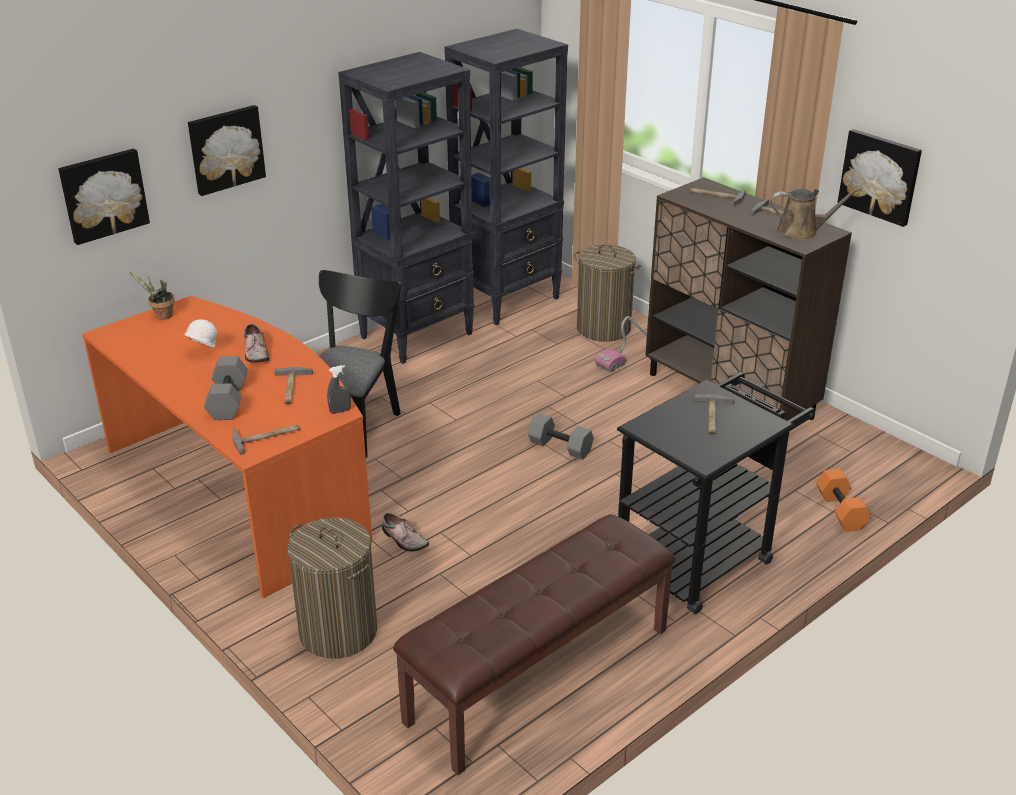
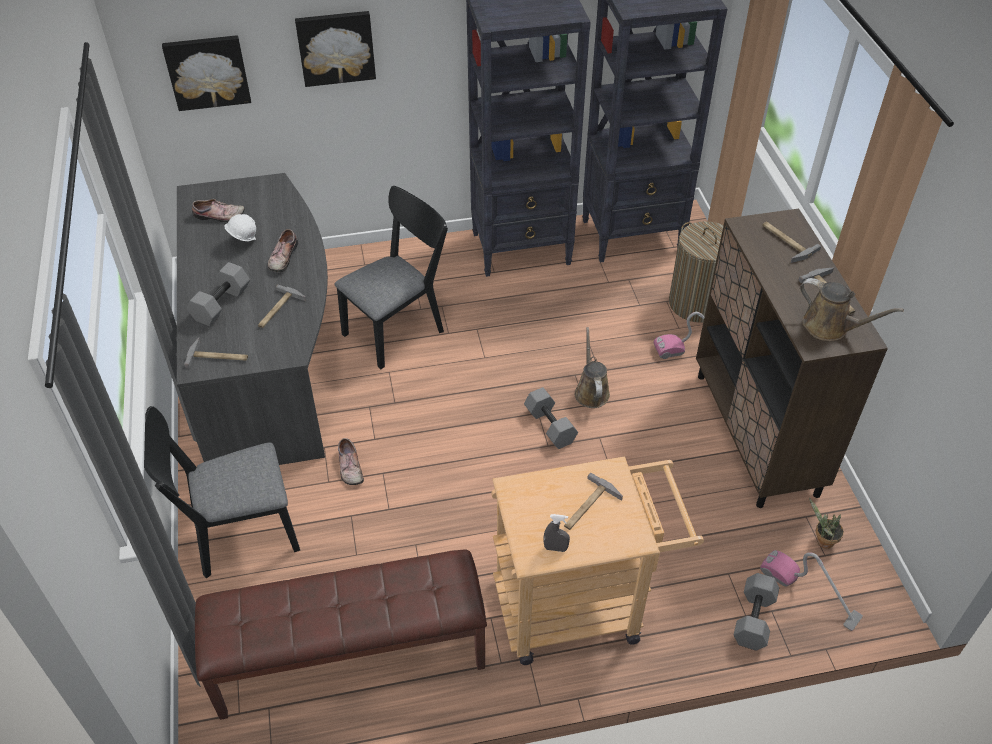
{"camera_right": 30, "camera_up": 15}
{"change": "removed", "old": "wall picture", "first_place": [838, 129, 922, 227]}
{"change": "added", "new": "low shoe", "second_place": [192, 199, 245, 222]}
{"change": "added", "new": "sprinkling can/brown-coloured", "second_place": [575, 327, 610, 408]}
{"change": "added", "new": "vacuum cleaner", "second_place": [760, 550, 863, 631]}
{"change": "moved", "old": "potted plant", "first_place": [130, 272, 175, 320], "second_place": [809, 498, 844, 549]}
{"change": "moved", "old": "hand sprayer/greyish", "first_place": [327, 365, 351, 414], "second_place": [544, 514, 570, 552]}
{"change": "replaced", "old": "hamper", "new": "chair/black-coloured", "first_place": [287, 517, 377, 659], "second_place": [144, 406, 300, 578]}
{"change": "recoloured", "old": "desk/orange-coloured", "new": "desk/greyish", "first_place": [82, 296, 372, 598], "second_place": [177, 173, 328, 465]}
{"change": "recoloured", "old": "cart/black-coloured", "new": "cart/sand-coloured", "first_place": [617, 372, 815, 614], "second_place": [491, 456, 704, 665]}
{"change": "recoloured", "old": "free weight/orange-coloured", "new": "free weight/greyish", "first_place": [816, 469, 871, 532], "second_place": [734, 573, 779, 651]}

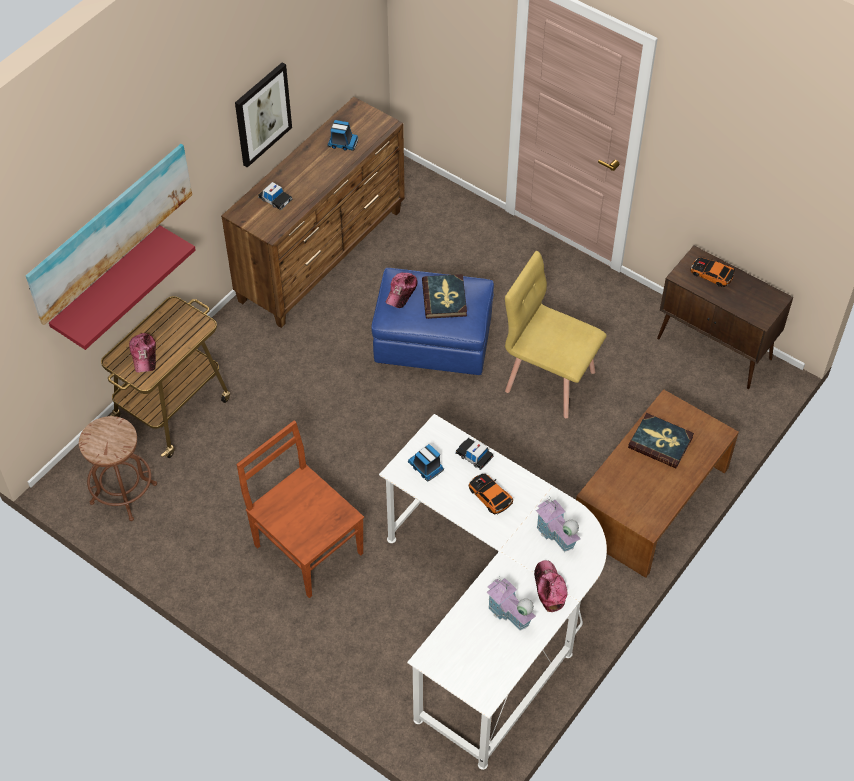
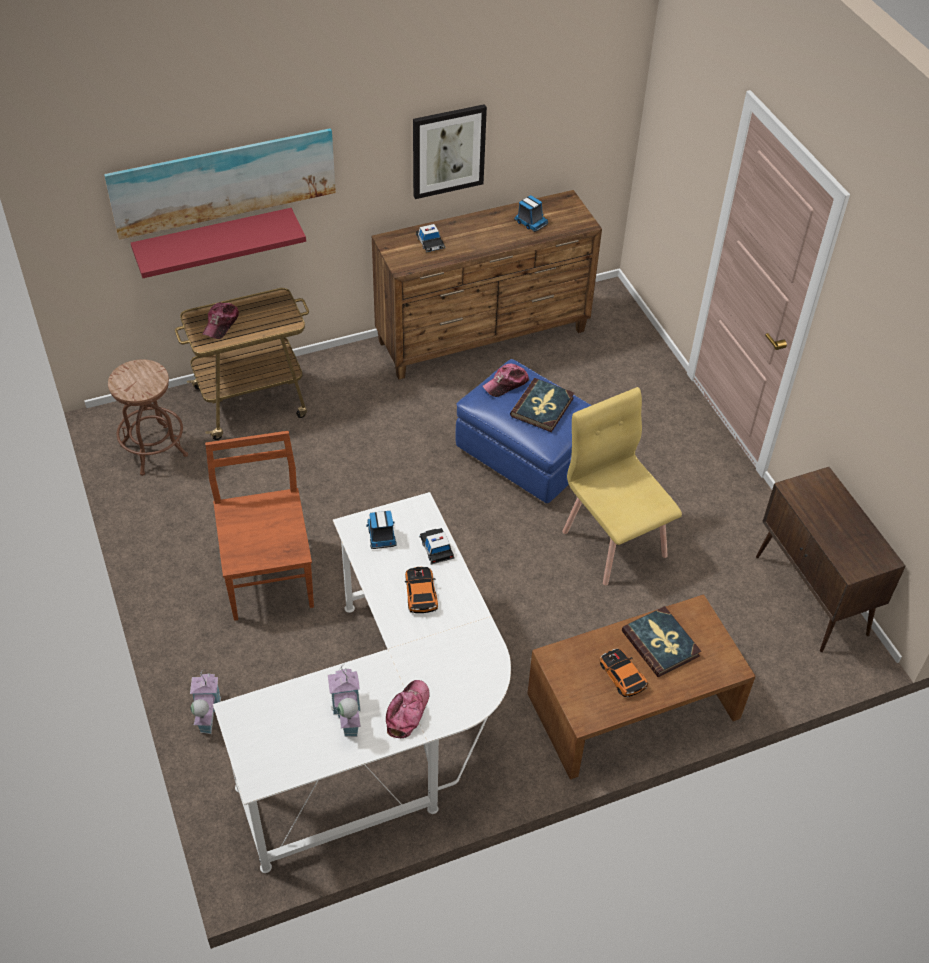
{"camera_right": 30, "camera_up": -5}
{"change": "moved", "old": "model house", "first_place": [536, 497, 581, 552], "second_place": [190, 671, 221, 734]}
{"change": "moved", "old": "miniature car", "first_place": [690, 258, 735, 287], "second_place": [600, 649, 648, 697]}

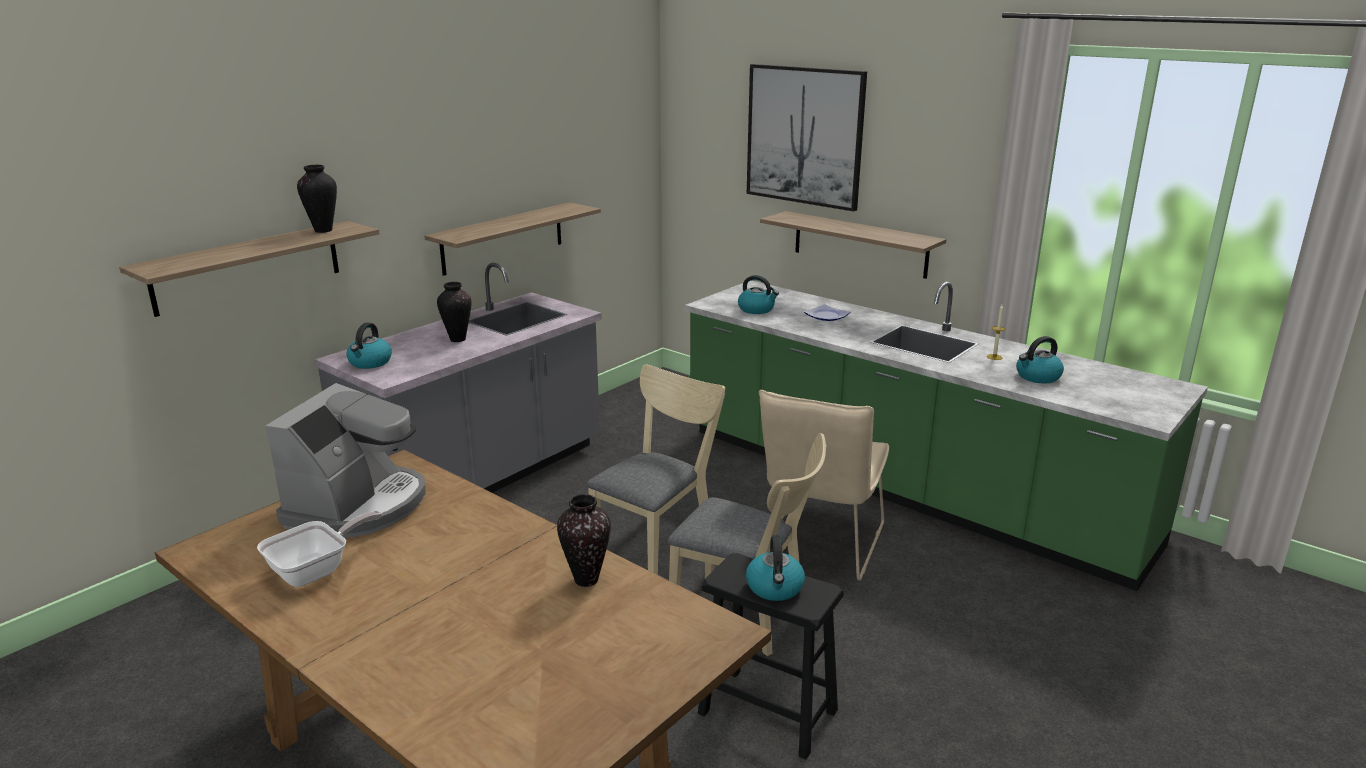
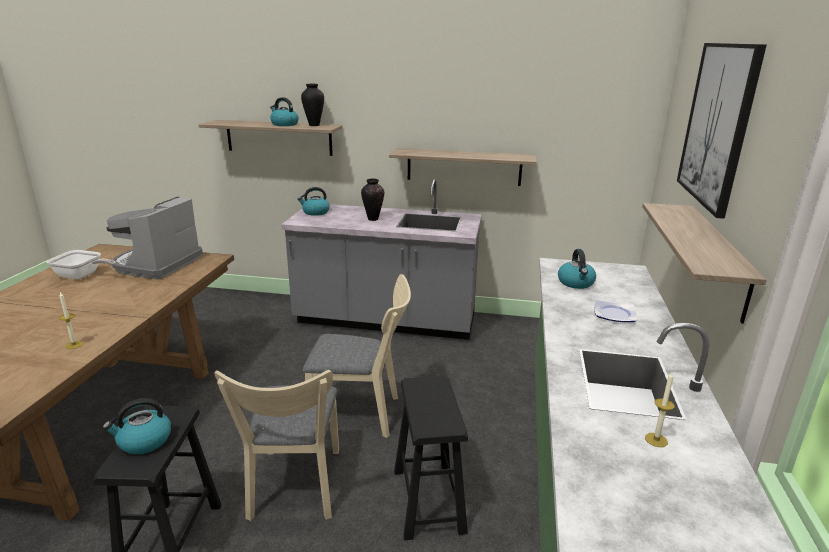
{"camera_right": 60, "camera_up": 0}
{"change": "moved", "old": "water kettle", "first_place": [1016, 336, 1064, 384], "second_place": [270, 97, 299, 126]}
{"change": "replaced", "old": "vase", "new": "wax candle", "first_place": [557, 494, 611, 587], "second_place": [59, 292, 83, 349]}
{"change": "replaced", "old": "chair/sand-coloured", "new": "stool seat/black-coloured", "first_place": [759, 390, 889, 581], "second_place": [394, 376, 468, 540]}
{"change": "turned", "old": "coffee maker", "first_place": [265, 383, 426, 538], "second_place": [106, 196, 203, 280], "degrees": 120}

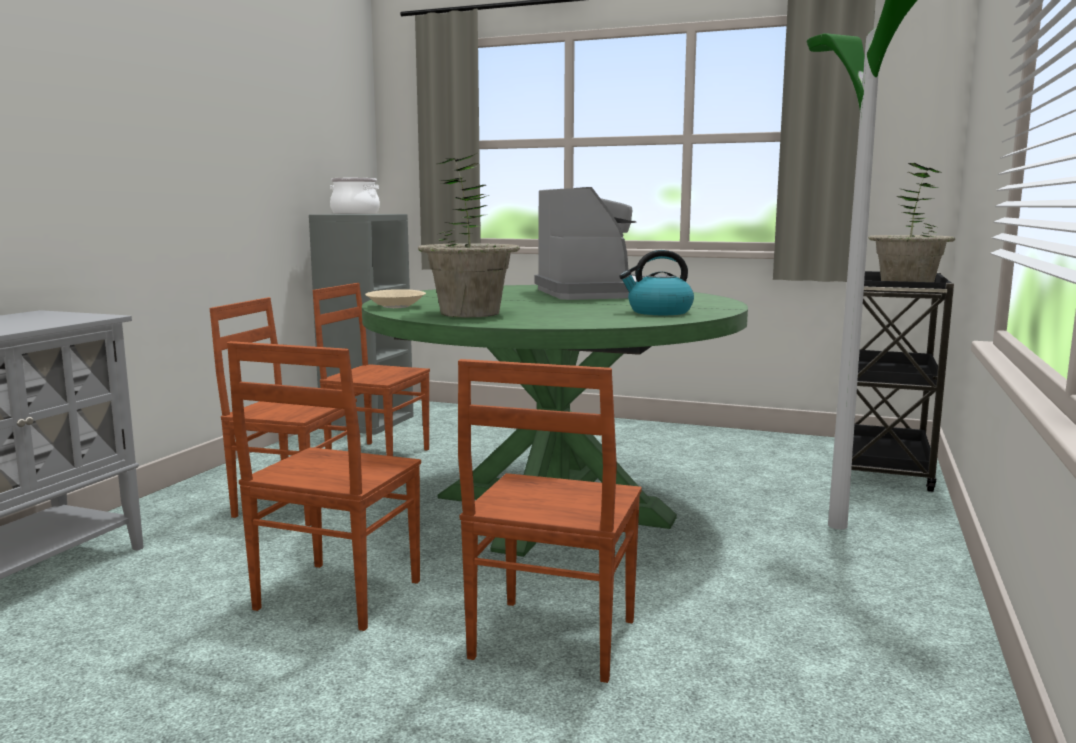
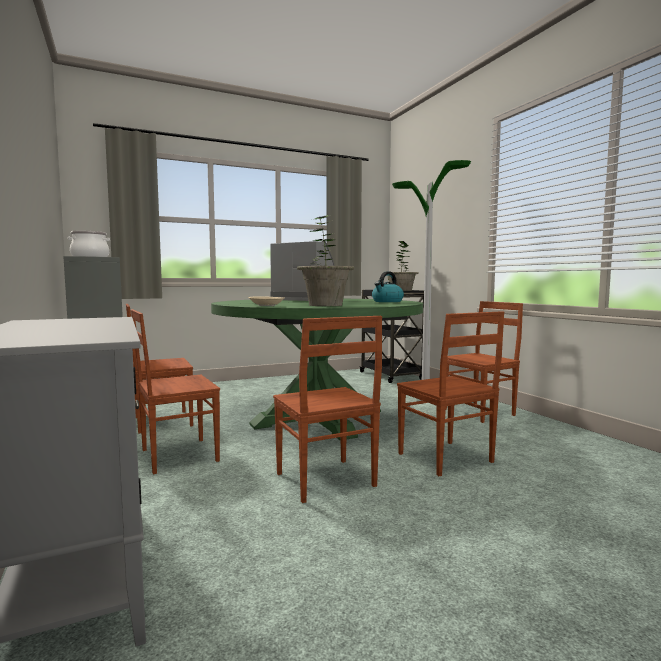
{"camera_right": -45, "camera_up": -5}
{"change": "added", "new": "chair/brown-coloured", "second_place": [446, 301, 523, 423]}

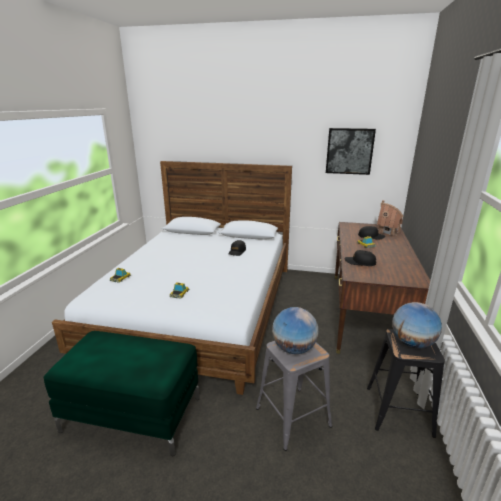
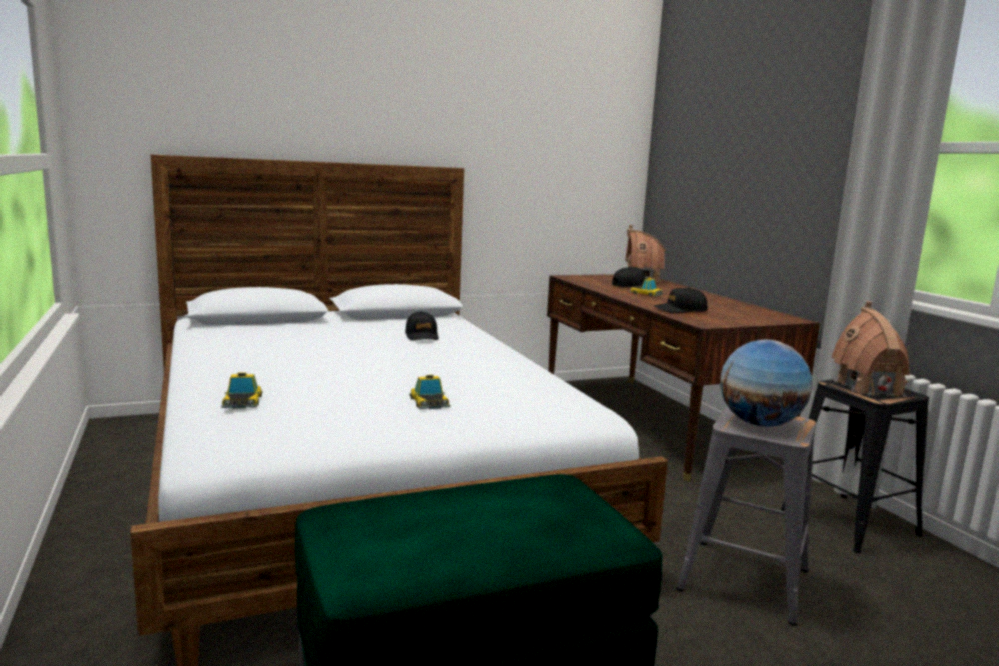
{"camera_right": -35, "camera_up": -10}
{"change": "removed", "old": "wall picture", "first_place": [326, 128, 376, 175]}
{"change": "replaced", "old": "desk globe", "new": "model house", "first_place": [392, 302, 442, 348], "second_place": [832, 301, 910, 397]}

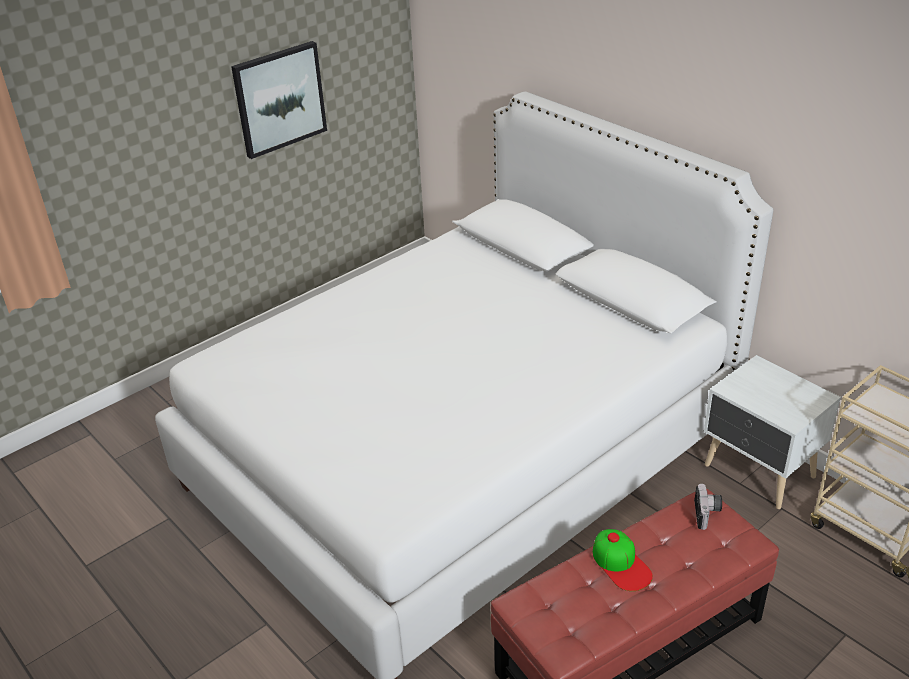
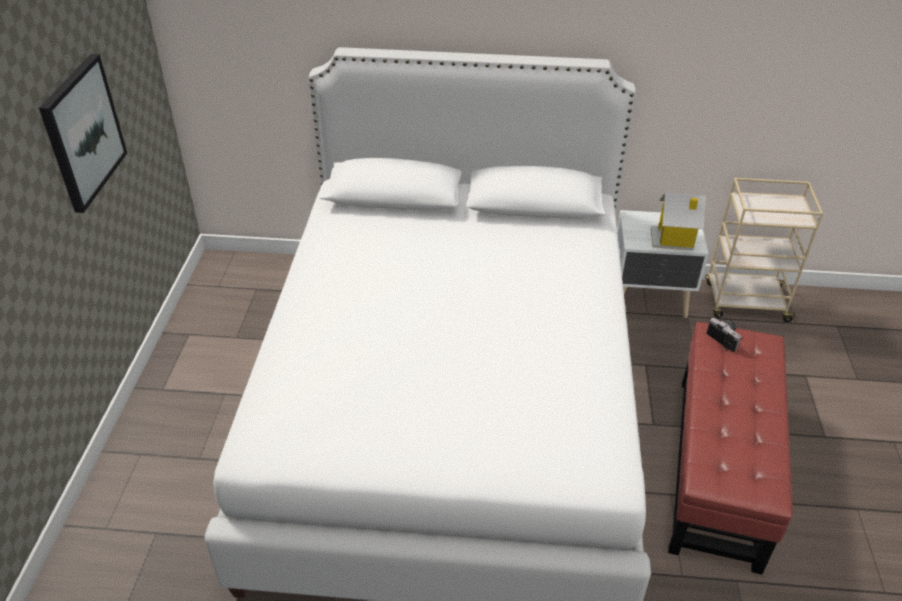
{"camera_right": -45, "camera_up": 5}
{"change": "removed", "old": "peaked cap", "first_place": [593, 529, 653, 591]}
{"change": "added", "new": "model house", "second_place": [651, 193, 706, 251]}

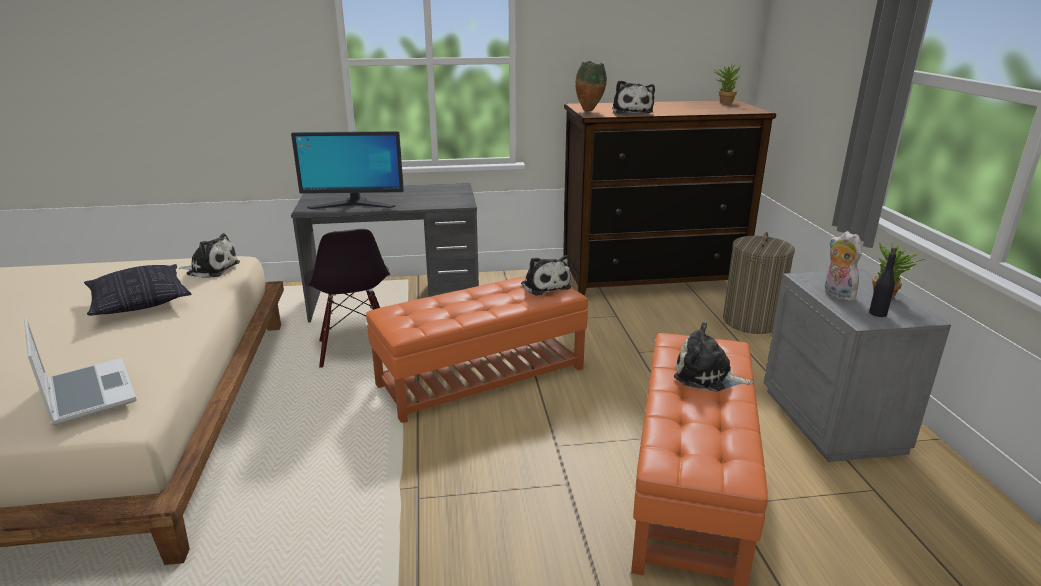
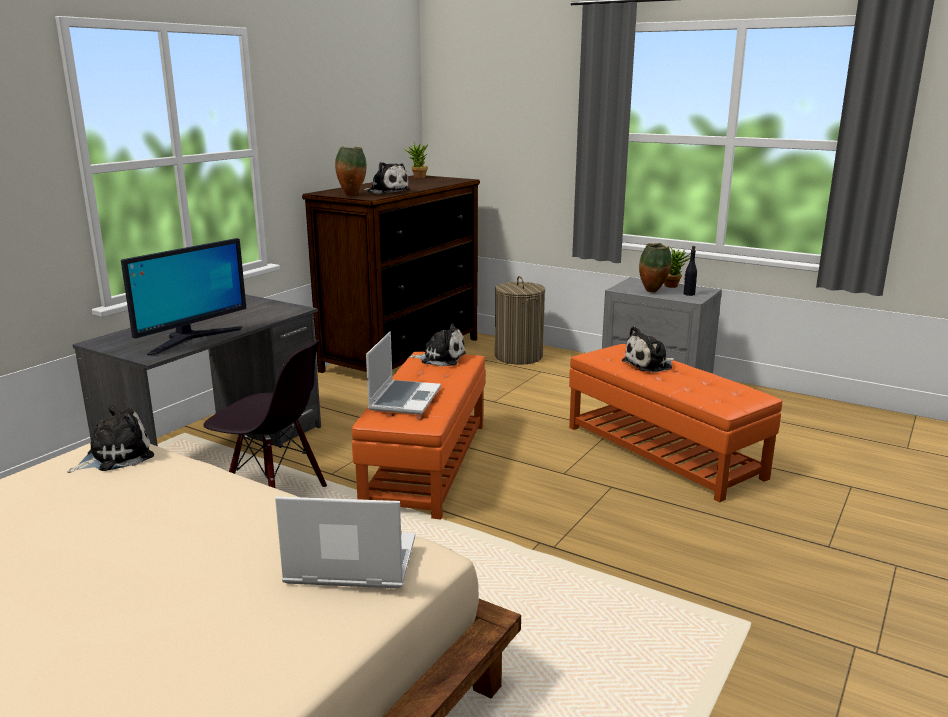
{"camera_right": -50, "camera_up": -5}
{"change": "removed", "old": "pillow", "first_place": [84, 264, 192, 316]}
{"change": "added", "new": "notebook computer", "second_place": [366, 331, 441, 415]}
{"change": "replaced", "old": "cuddly toy", "new": "vase", "first_place": [825, 231, 862, 301], "second_place": [639, 243, 672, 293]}

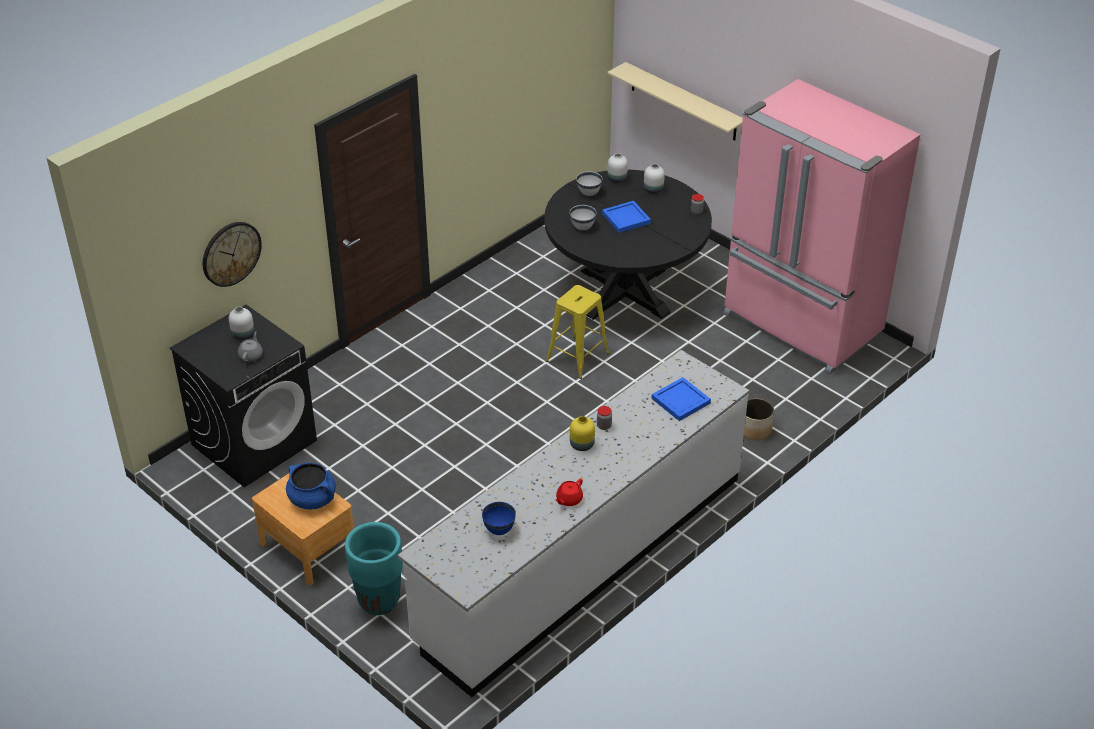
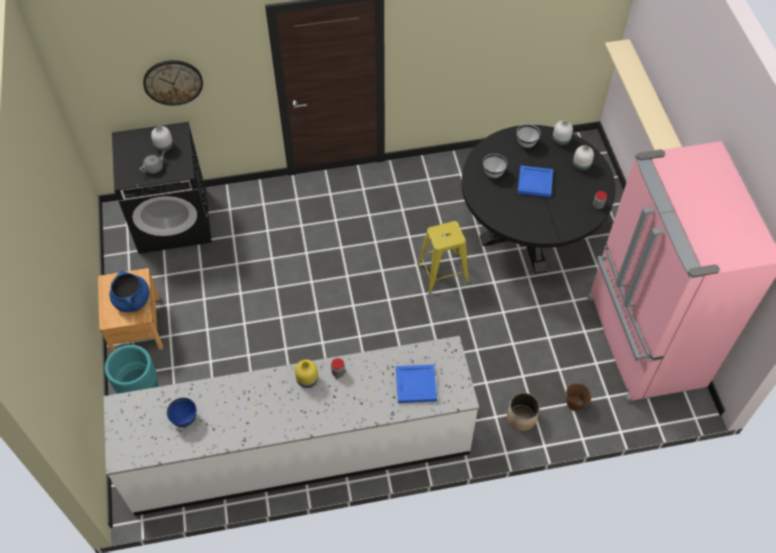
{"camera_right": 35, "camera_up": 15}
{"change": "removed", "old": "teapot/red-coloured", "first_place": [555, 479, 583, 506]}
{"change": "added", "new": "pail/brown-coloured", "second_place": [566, 383, 591, 411]}

